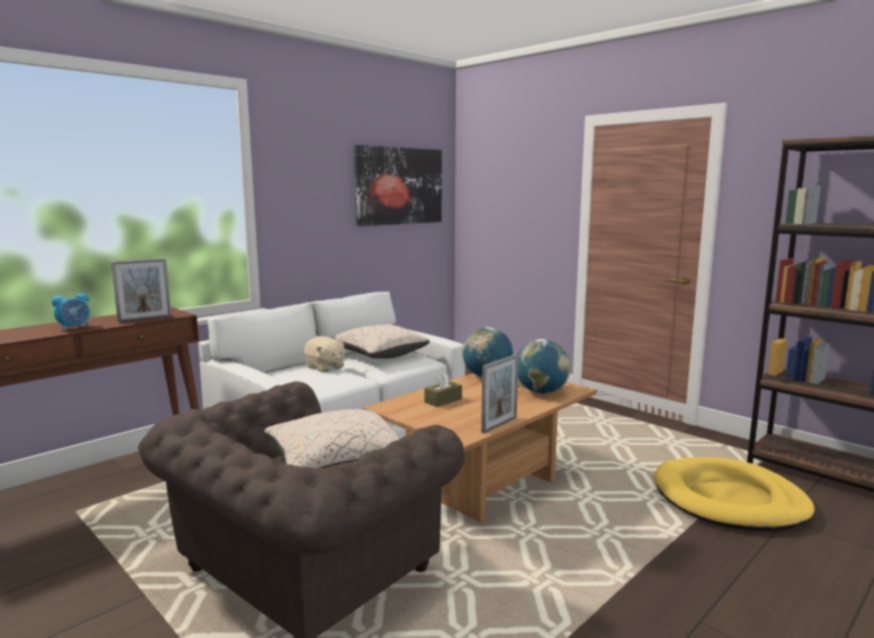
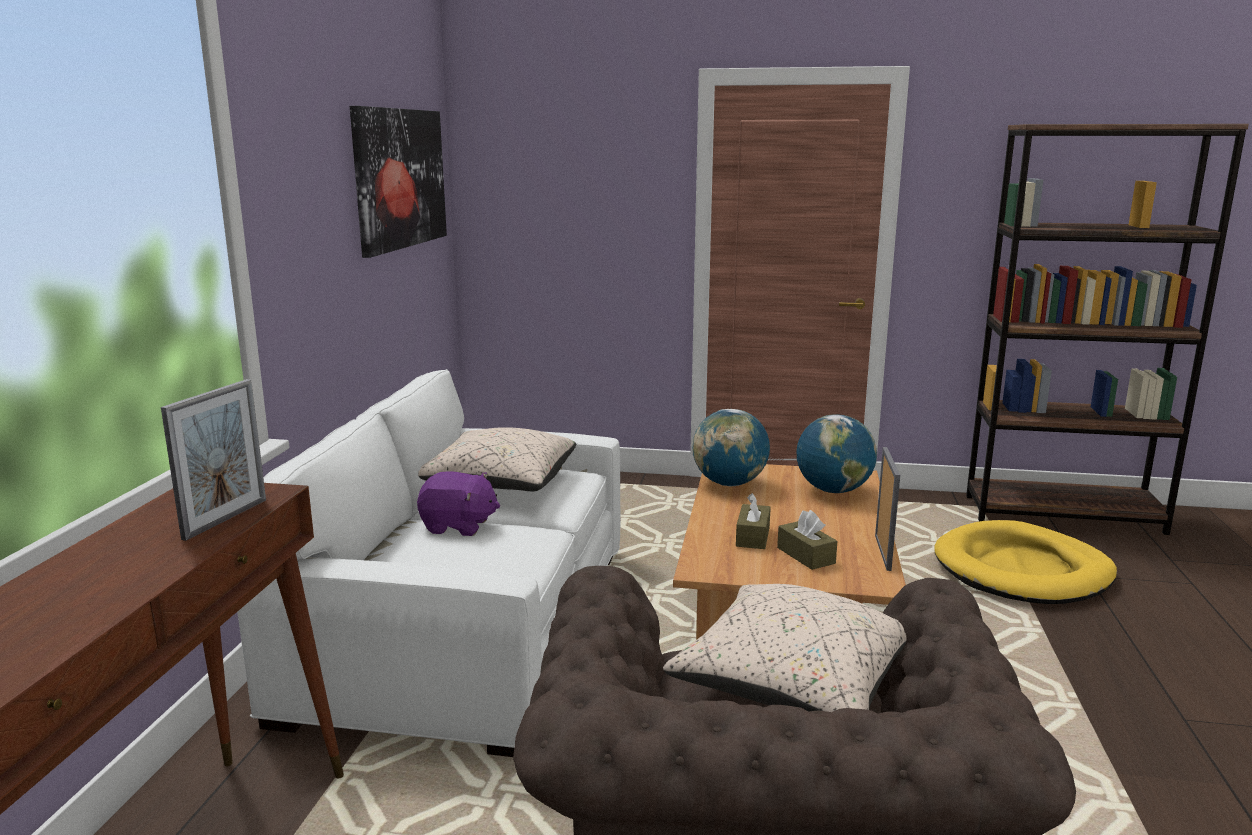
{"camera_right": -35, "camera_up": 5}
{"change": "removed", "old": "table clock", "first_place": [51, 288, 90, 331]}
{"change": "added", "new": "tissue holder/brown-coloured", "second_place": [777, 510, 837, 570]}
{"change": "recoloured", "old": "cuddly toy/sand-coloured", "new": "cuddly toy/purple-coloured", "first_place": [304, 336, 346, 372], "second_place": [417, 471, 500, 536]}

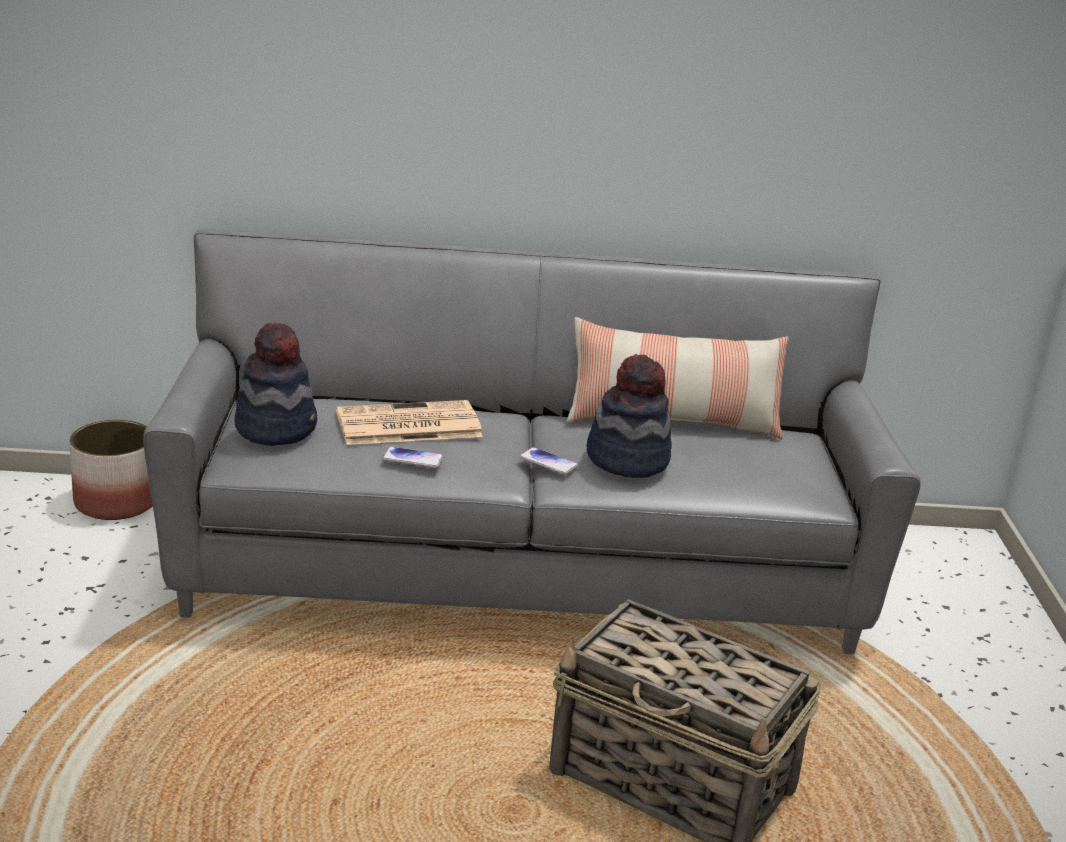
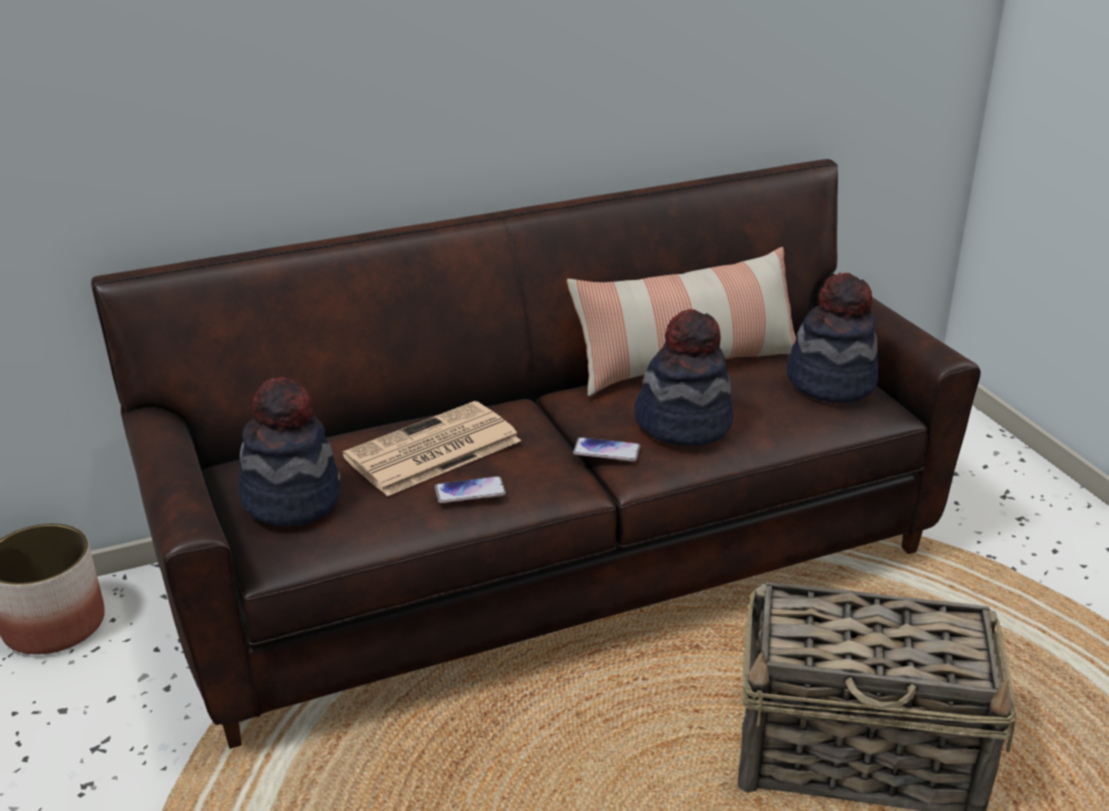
{"camera_right": -20, "camera_up": 5}
{"change": "added", "new": "hat", "second_place": [787, 273, 878, 403]}
{"change": "recoloured", "old": "couch/greyish", "new": "couch/brown-coloured", "first_place": [143, 229, 921, 654], "second_place": [91, 159, 981, 749]}

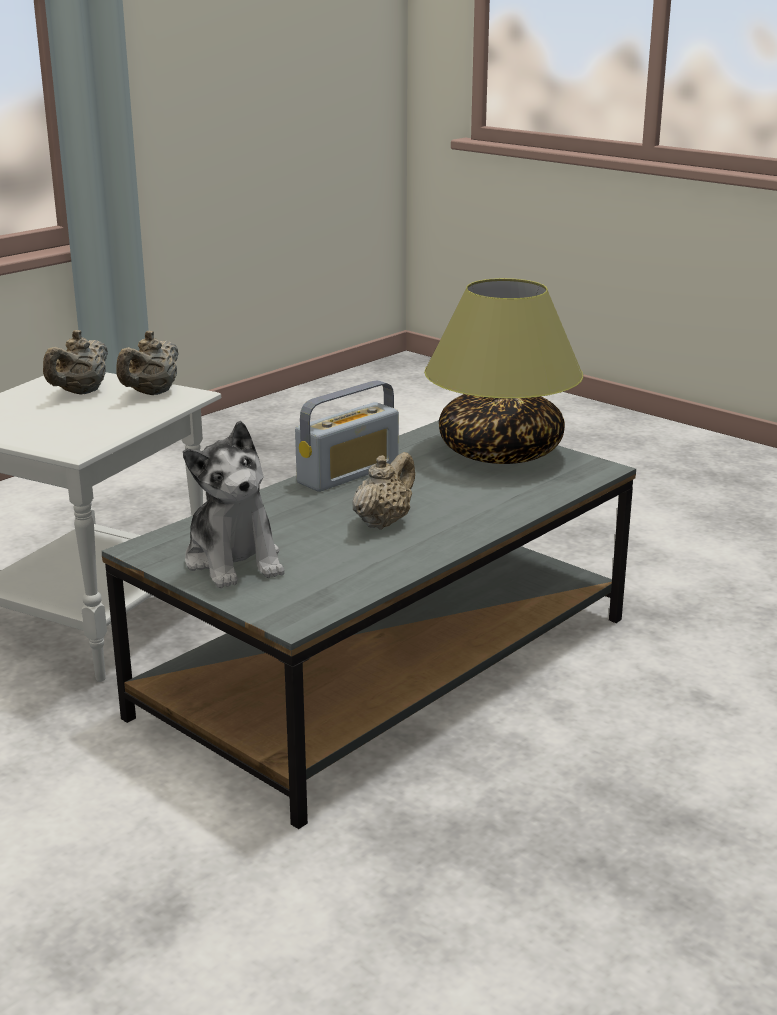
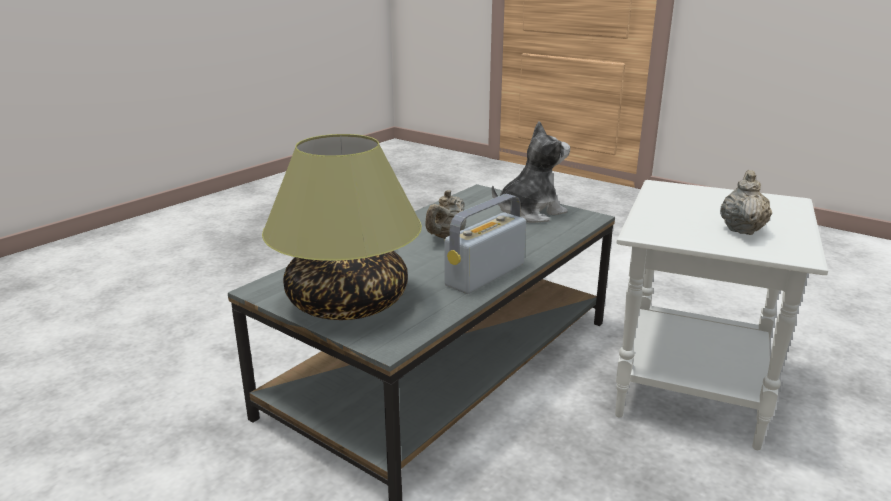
{"camera_right": 175, "camera_up": 0}
{"change": "removed", "old": "teapot/sand-coloured", "first_place": [116, 331, 178, 395]}
{"change": "turned", "old": "cuddly toy", "first_place": [183, 421, 284, 588], "second_place": [492, 121, 570, 223], "degrees": 90}

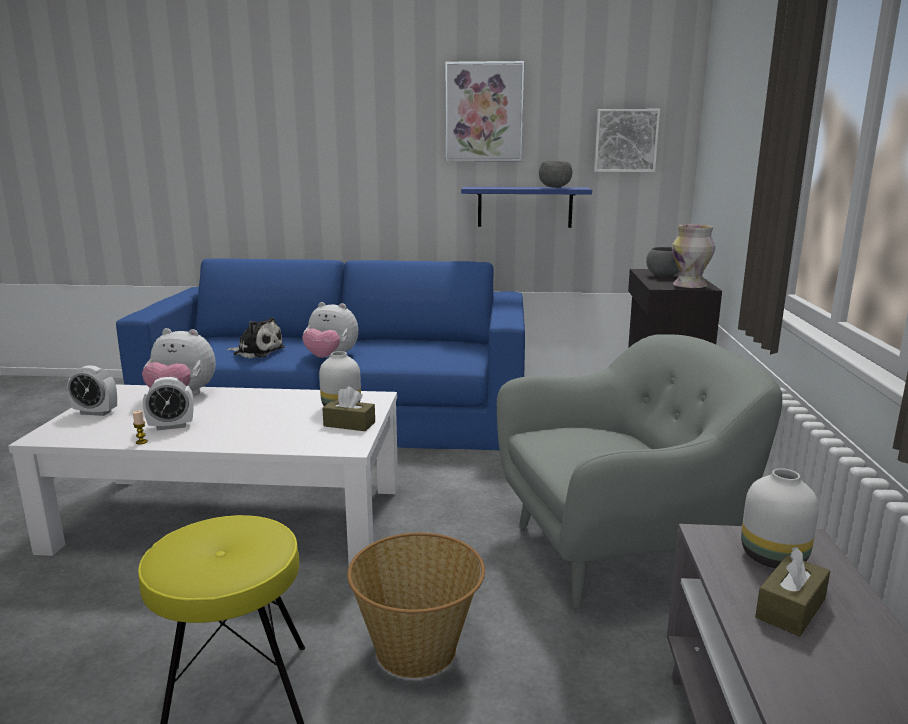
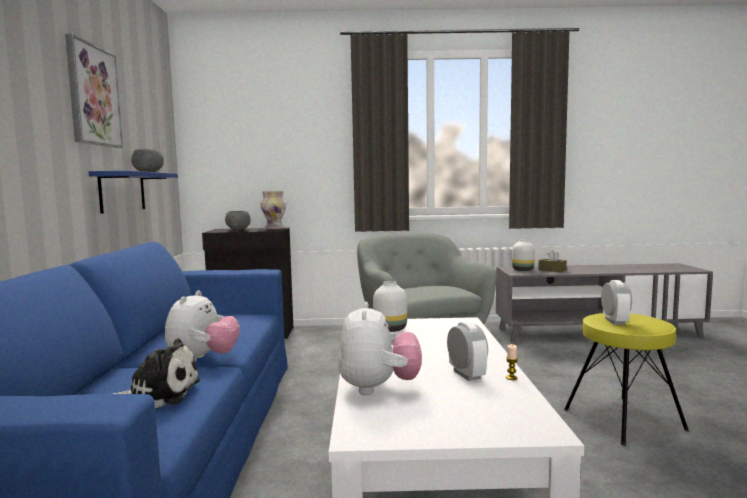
{"camera_right": -95, "camera_up": -10}
{"change": "removed", "old": "tissue holder/brown-coloured", "first_place": [322, 387, 375, 431]}
{"change": "removed", "old": "household basket", "first_place": [347, 533, 485, 678]}
{"change": "removed", "old": "wall picture", "first_place": [594, 109, 660, 172]}
{"change": "moved", "old": "table clock", "first_place": [67, 366, 117, 416], "second_place": [601, 280, 632, 325]}
{"change": "turned", "old": "cuddly toy", "first_place": [226, 317, 285, 358], "second_place": [113, 338, 200, 408], "degrees": 75}

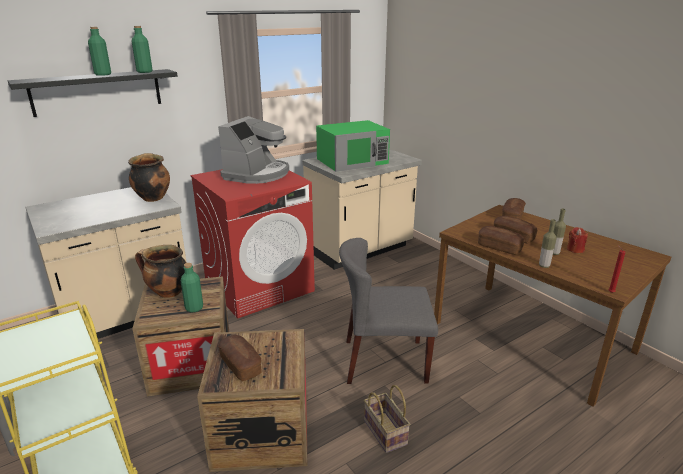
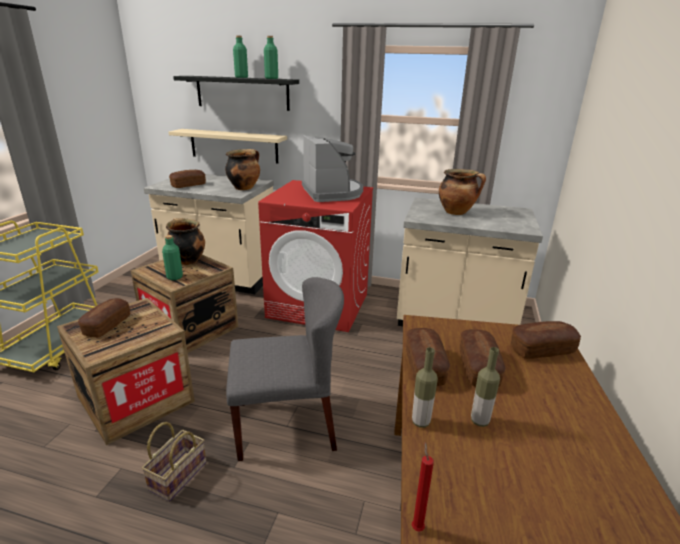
{"camera_right": 50, "camera_up": 0}
{"change": "removed", "old": "wax candle/red-coloured", "first_place": [567, 227, 588, 253]}
{"change": "added", "new": "shelf/sand-coloured", "second_place": [169, 129, 287, 164]}
{"change": "added", "new": "bakery bread", "second_place": [169, 170, 206, 188]}
{"change": "replaced", "old": "kitchen microwave/green-coloured", "new": "saucepot", "first_place": [316, 120, 390, 172], "second_place": [439, 169, 486, 215]}
{"change": "turned", "old": "coffee maker", "first_place": [218, 116, 289, 184], "second_place": [302, 135, 363, 202], "degrees": -90}
{"change": "turned", "old": "chair/greyish", "first_place": [339, 238, 438, 384], "second_place": [226, 277, 344, 461], "degrees": 120}

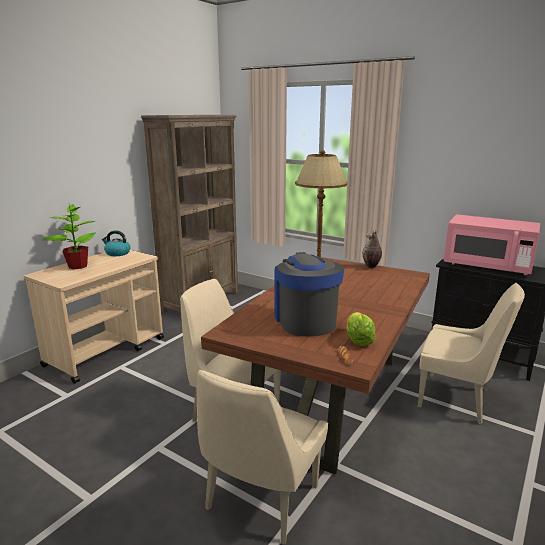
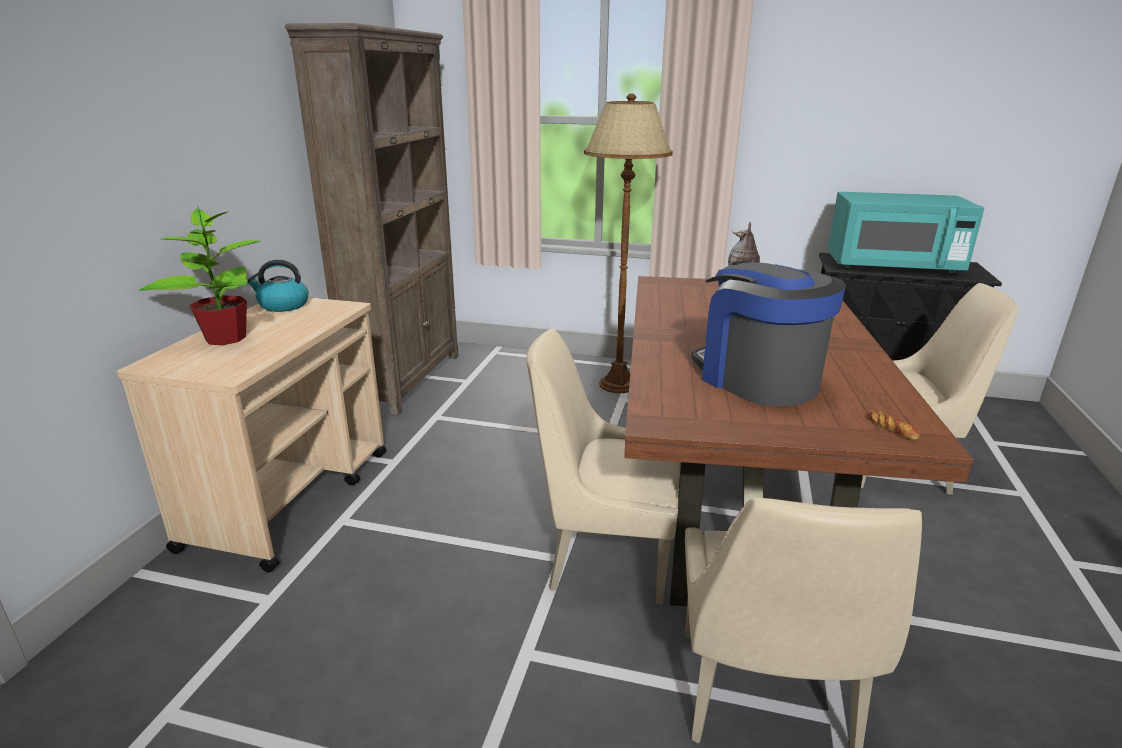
{"camera_right": -20, "camera_up": 5}
{"change": "removed", "old": "lettuce", "first_place": [347, 312, 376, 346]}
{"change": "recoloured", "old": "kitchen microwave/pink-coloured", "new": "kitchen microwave/turquoise-coloured", "first_place": [444, 215, 540, 275], "second_place": [828, 192, 984, 273]}

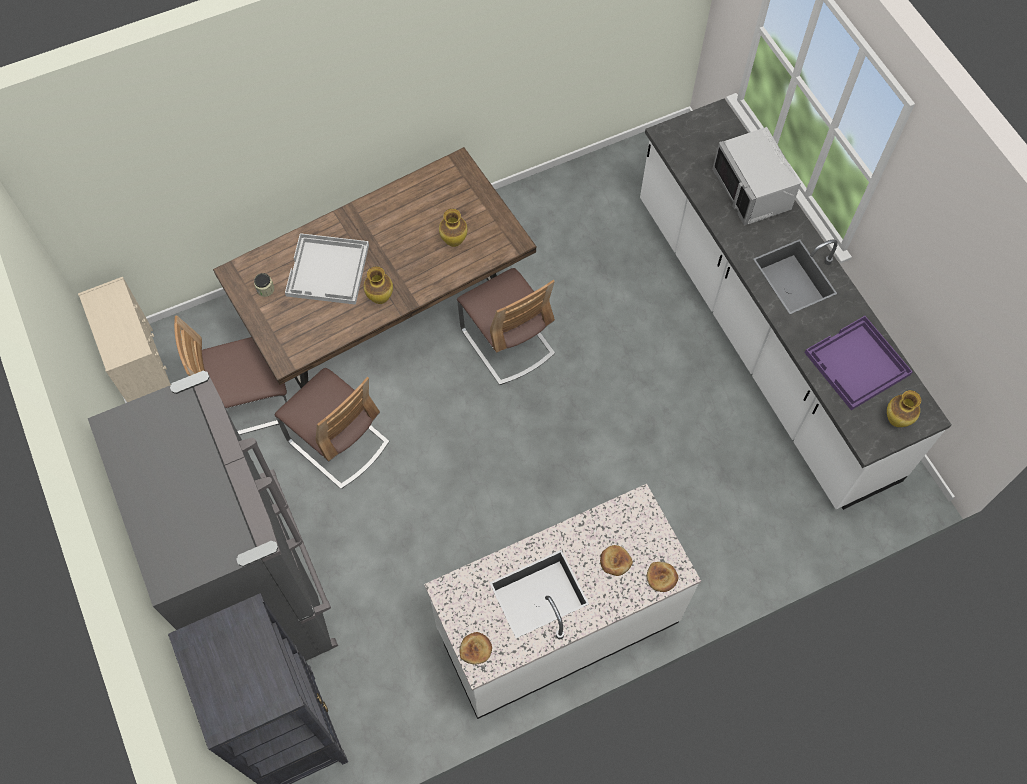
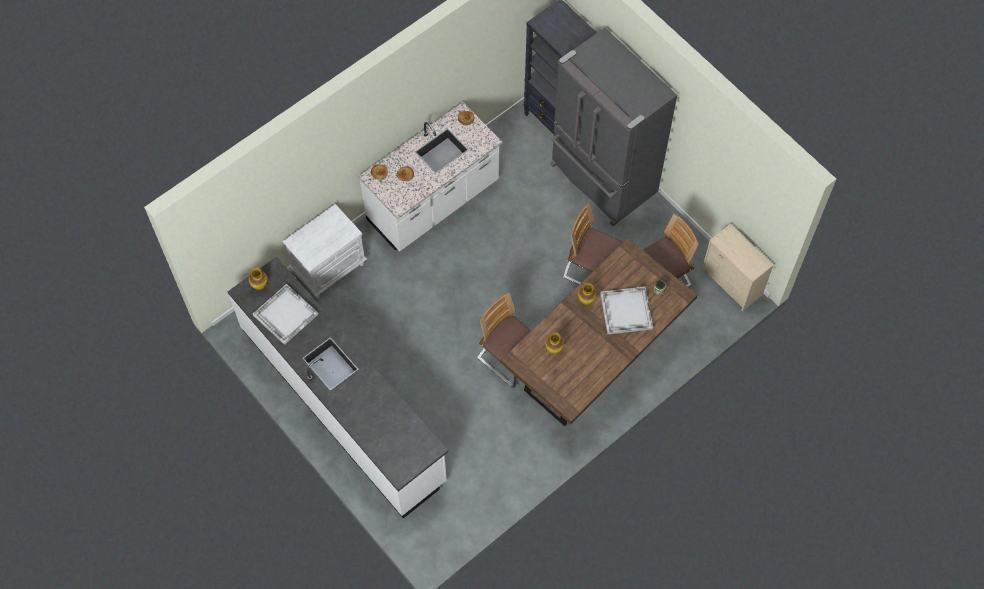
{"camera_right": 165, "camera_up": 0}
{"change": "removed", "old": "kitchen microwave/greyish", "first_place": [712, 127, 801, 225]}
{"change": "added", "new": "nightstand/white-coloured", "second_place": [283, 204, 367, 298]}
{"change": "recoloured", "old": "carrying tray/purple-coloured", "new": "carrying tray/white-coloured", "first_place": [805, 316, 913, 410], "second_place": [253, 284, 318, 345]}

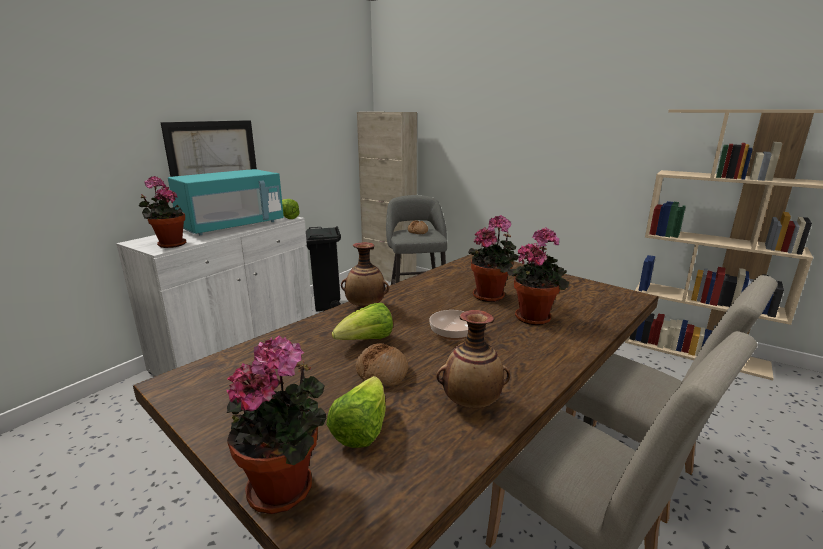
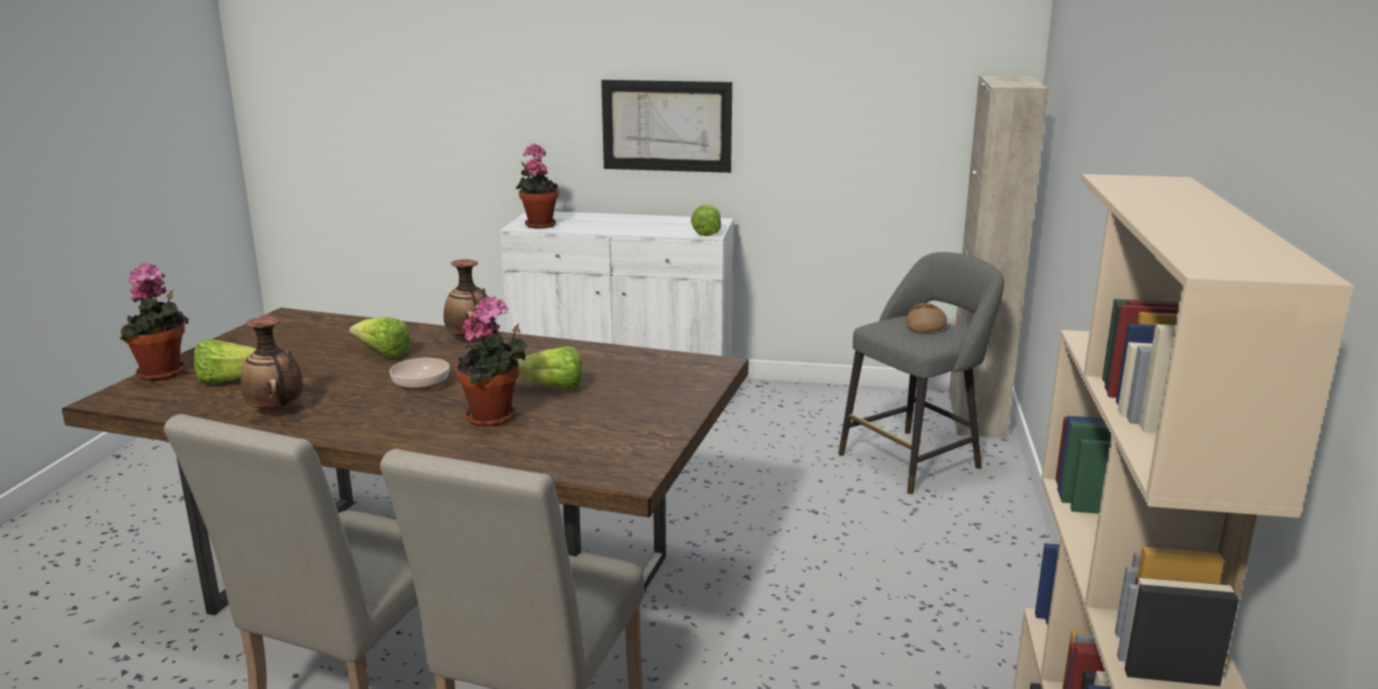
{"camera_right": 65, "camera_up": 0}
{"change": "removed", "old": "kitchen microwave/turquoise-coloured", "first_place": [168, 169, 284, 235]}
{"change": "removed", "old": "rubbish bin/black-coloured", "first_place": [306, 226, 341, 311]}
{"change": "removed", "old": "bakery bread", "first_place": [356, 343, 408, 387]}
{"change": "replaced", "old": "potted plant", "new": "lettuce", "first_place": [468, 215, 518, 302], "second_place": [518, 346, 582, 390]}

